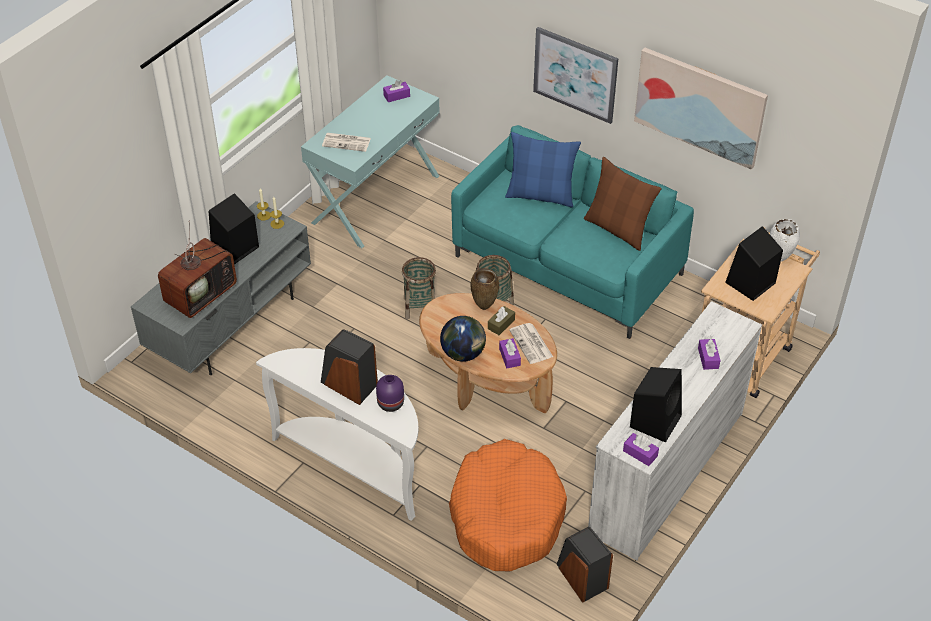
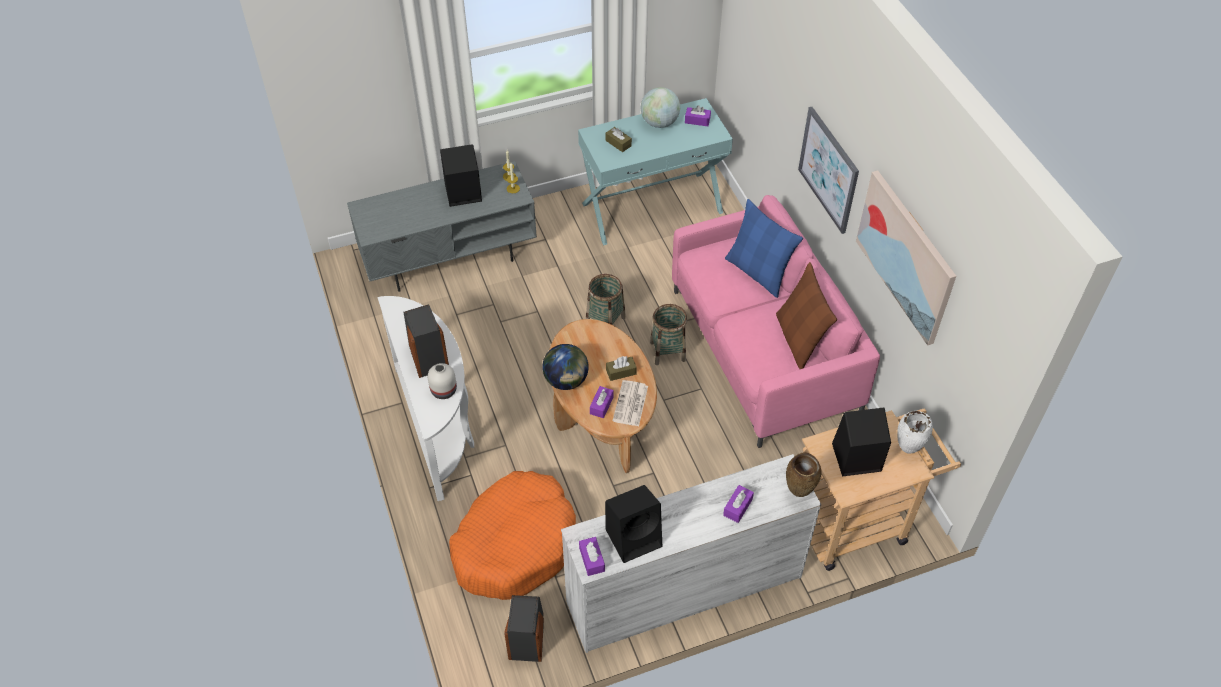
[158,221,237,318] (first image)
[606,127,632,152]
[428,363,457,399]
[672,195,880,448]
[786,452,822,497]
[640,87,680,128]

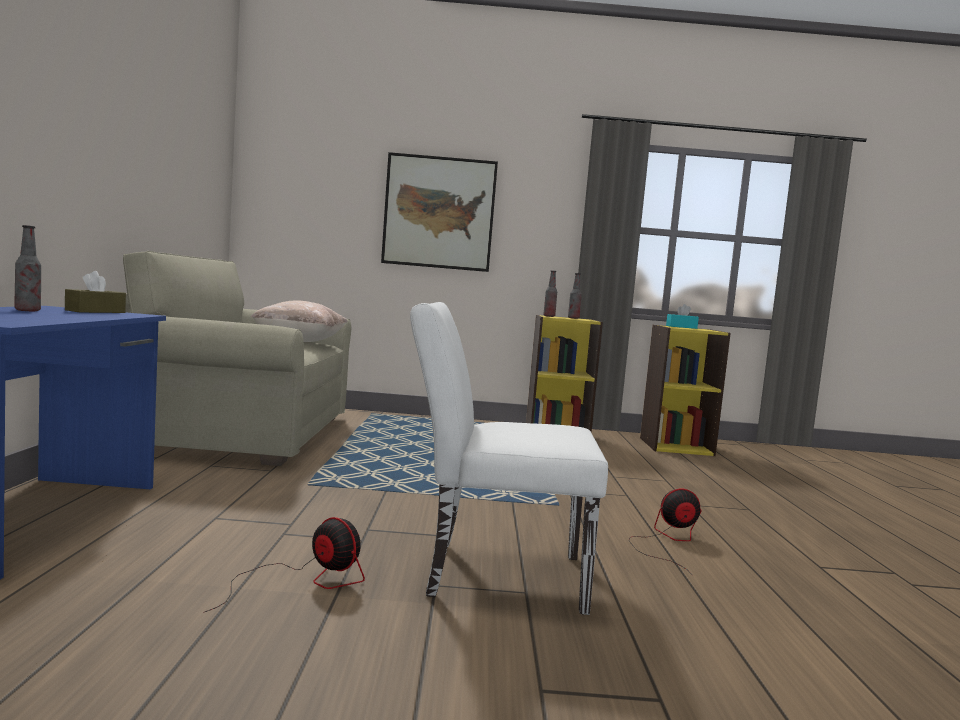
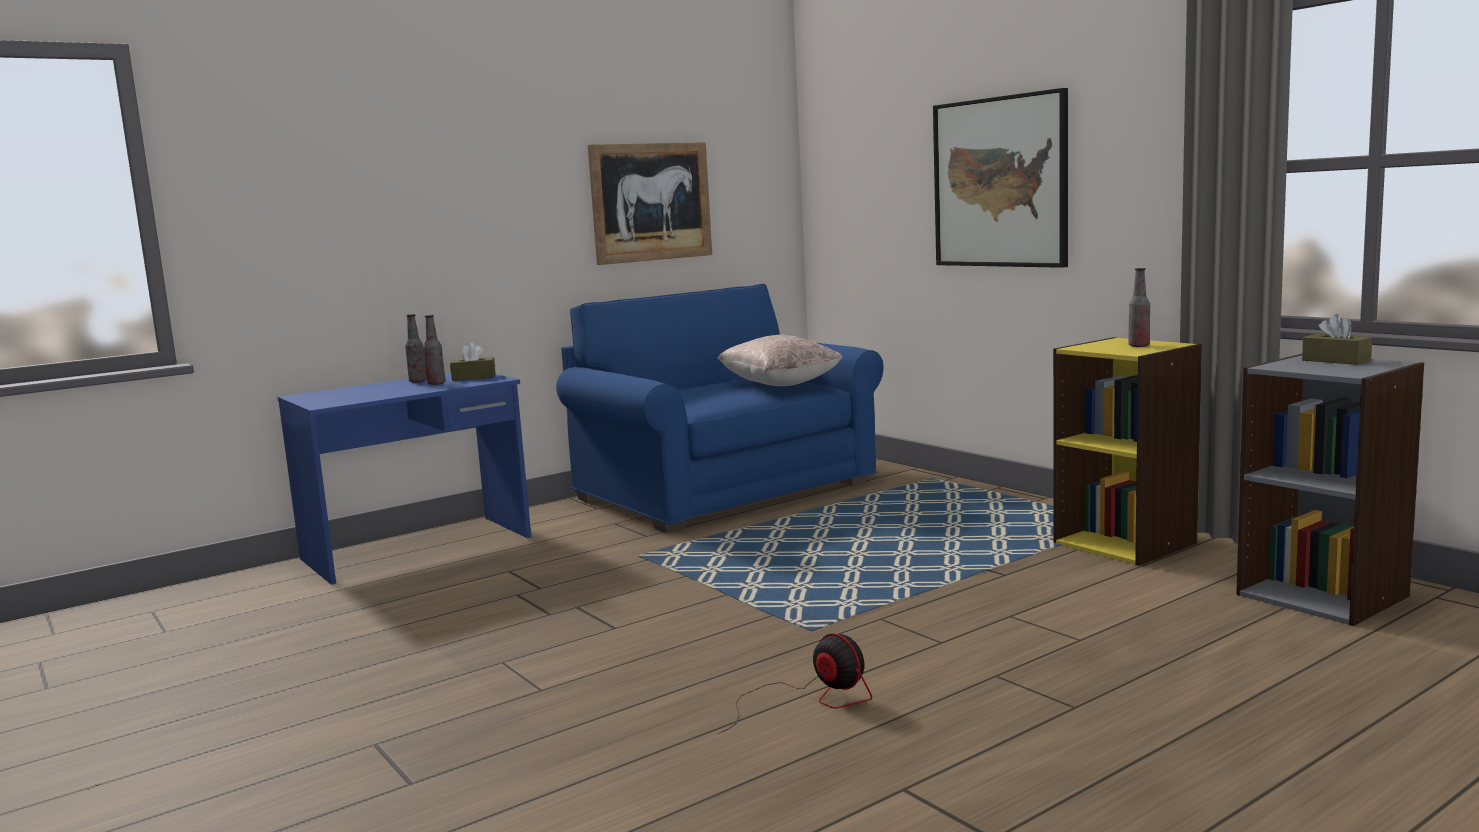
[556,284,883,533]
[203,517,365,613] (first image)
[410,302,608,615] (first image)
[423,315,446,385]
[1236,354,1424,626]
[1302,314,1372,365]
[588,142,712,265]

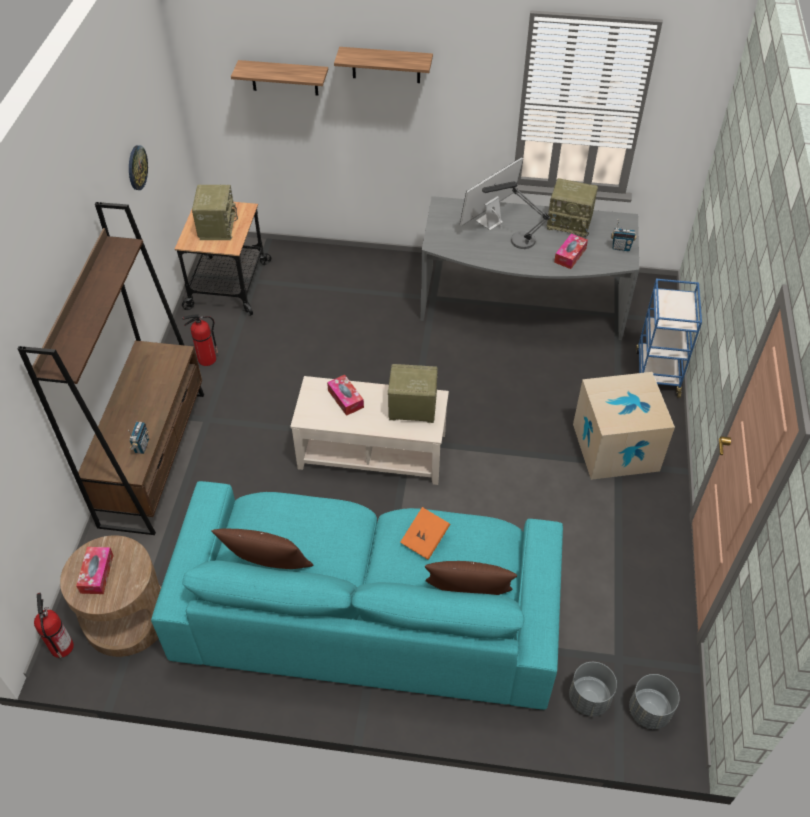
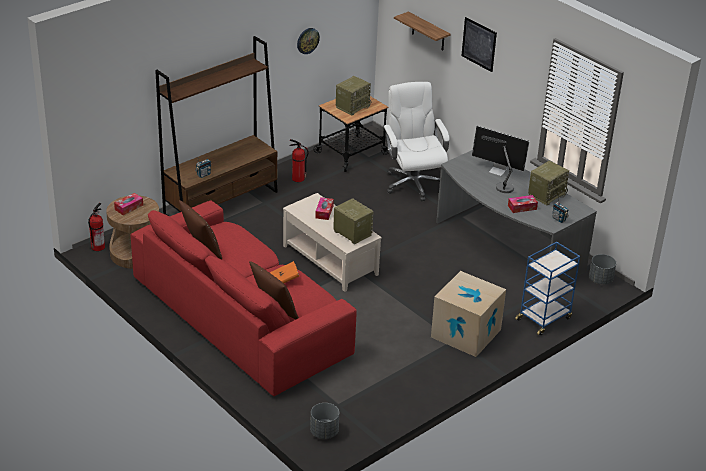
[131,200,357,396]
[461,17,497,72]
[472,126,530,176]
[528,161,569,205]
[589,254,616,284]
[383,82,450,201]

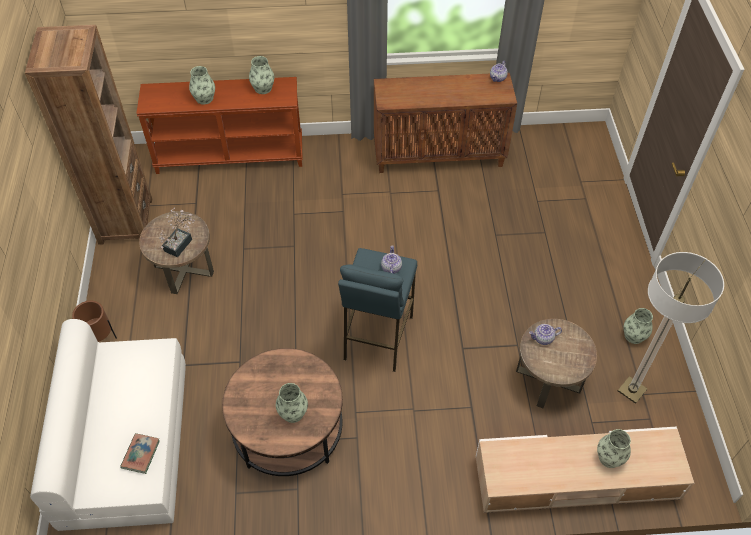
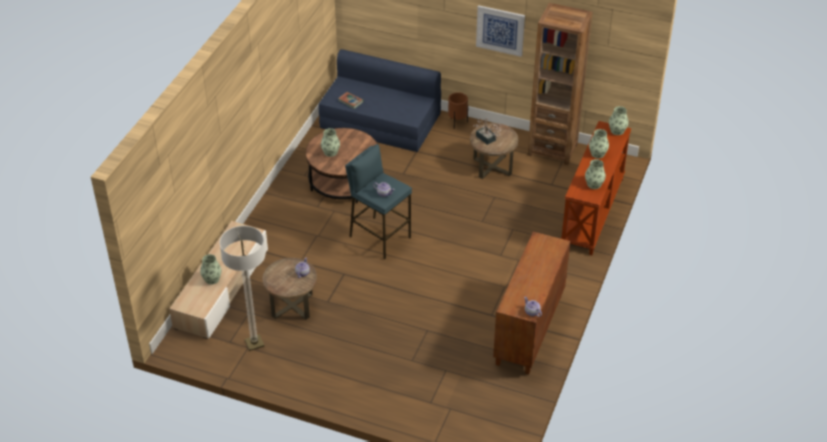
[318,49,441,152]
[609,106,629,135]
[476,5,525,57]

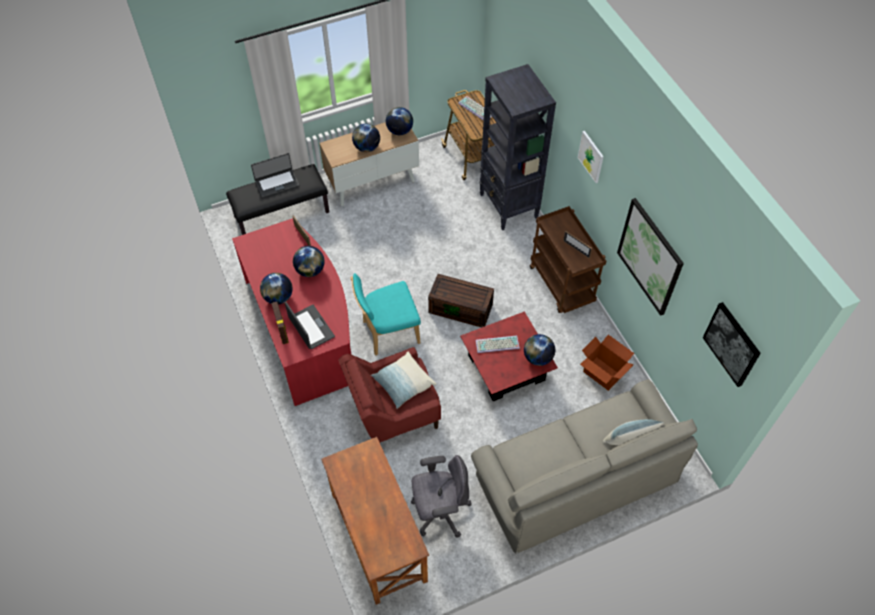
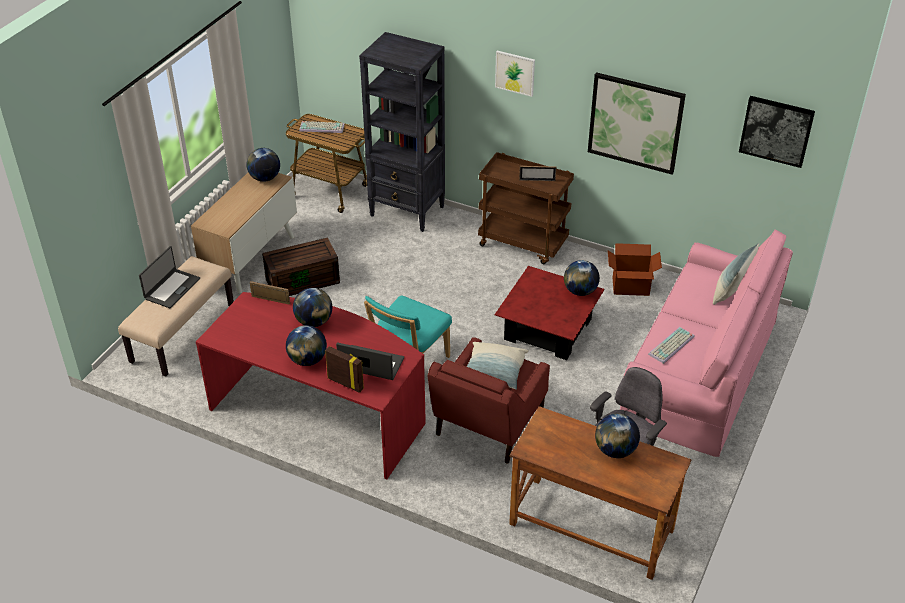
[118,256,234,377]
[595,414,640,458]
[262,237,340,296]
[620,230,793,457]
[648,327,694,364]

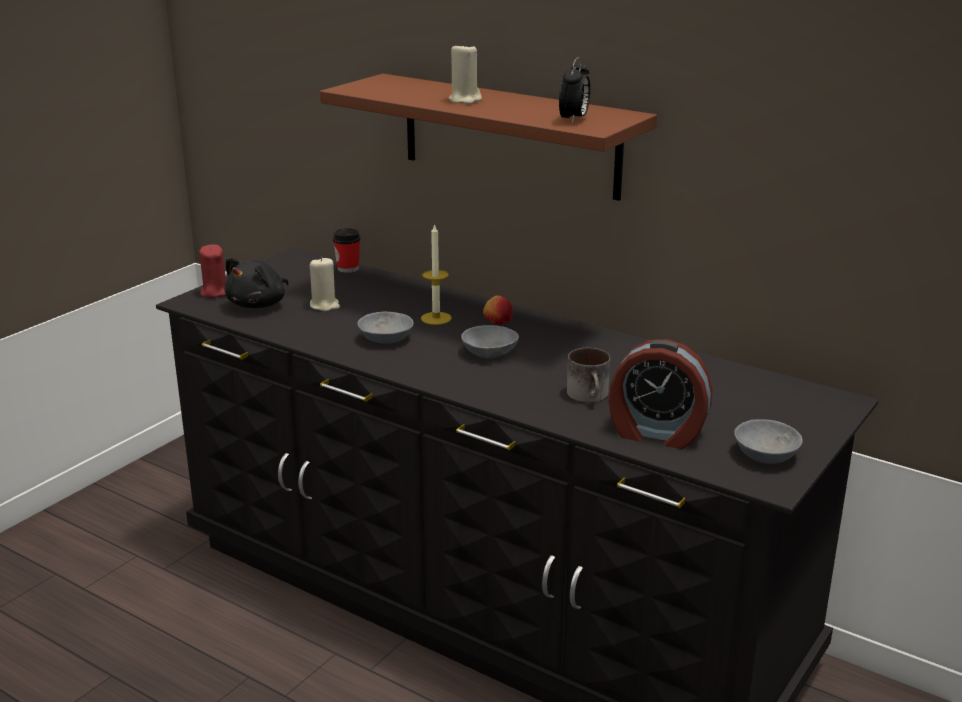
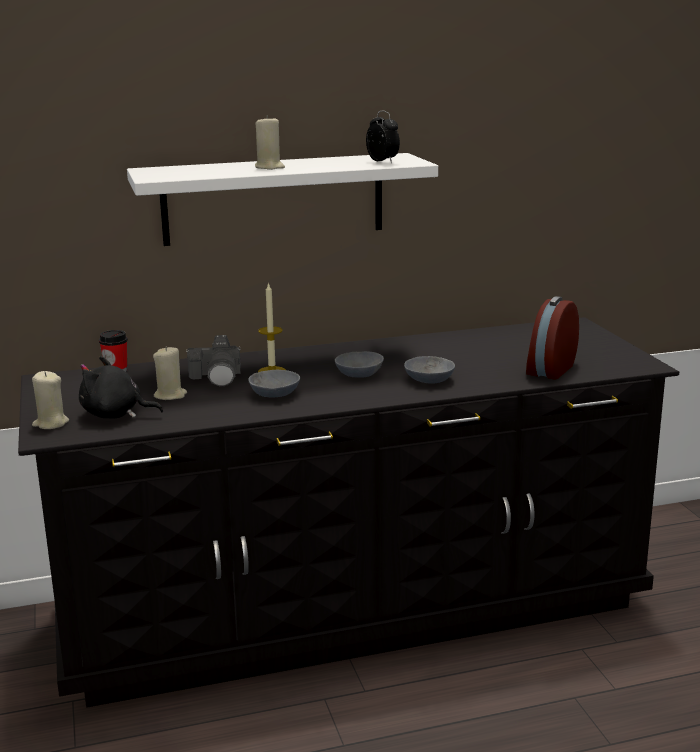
[32,371,69,429]
[79,356,164,419]
[127,153,438,246]
[483,295,513,324] (first image)
[567,348,610,403] (first image)
[526,296,579,379]
[404,356,455,384]
[186,335,241,386]

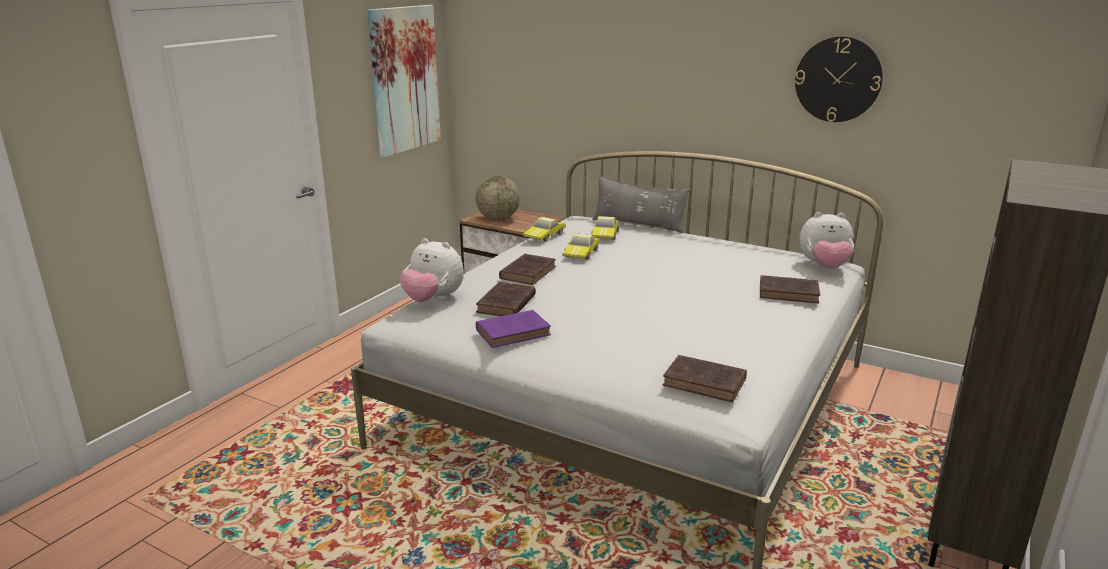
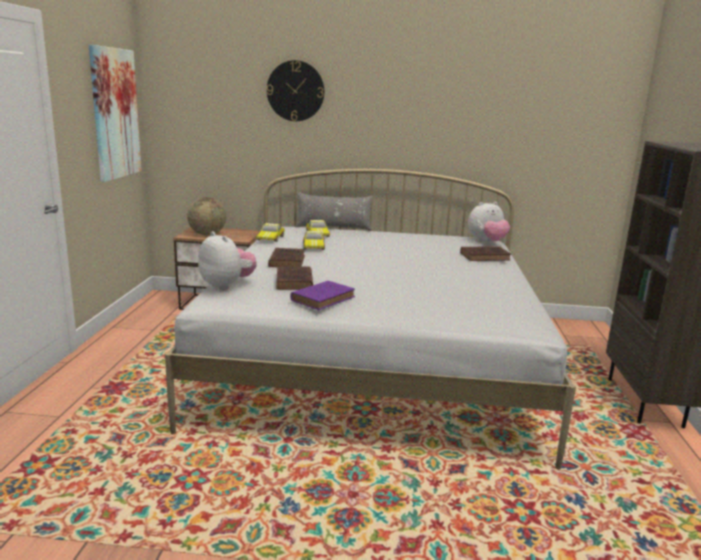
[198,231,257,290]
[663,355,747,402] (first image)
[267,60,324,121]

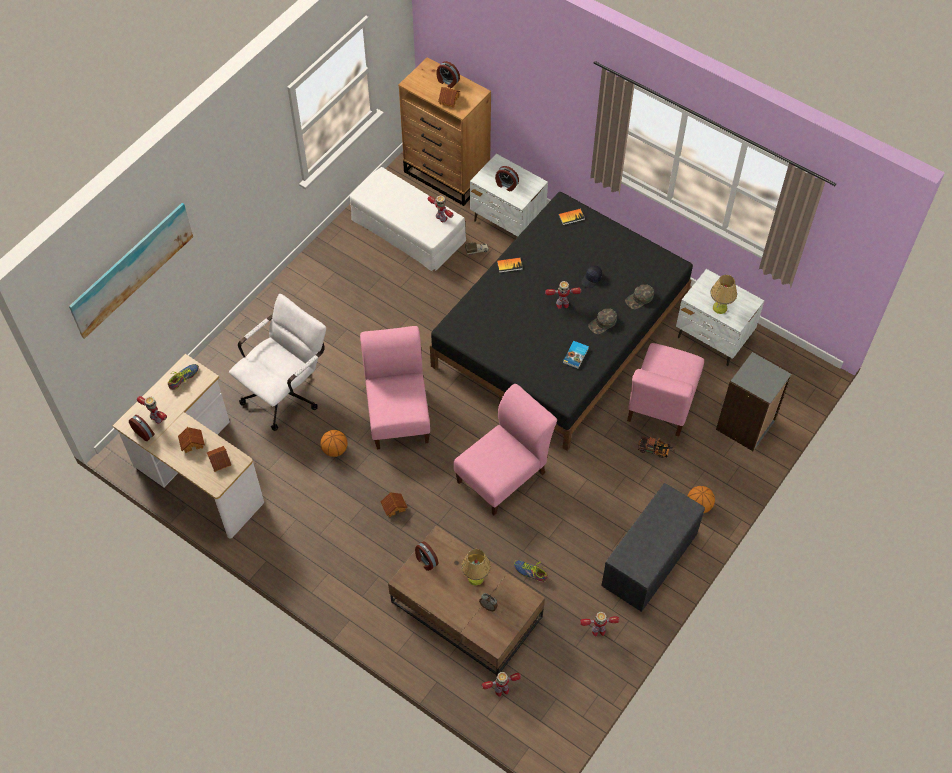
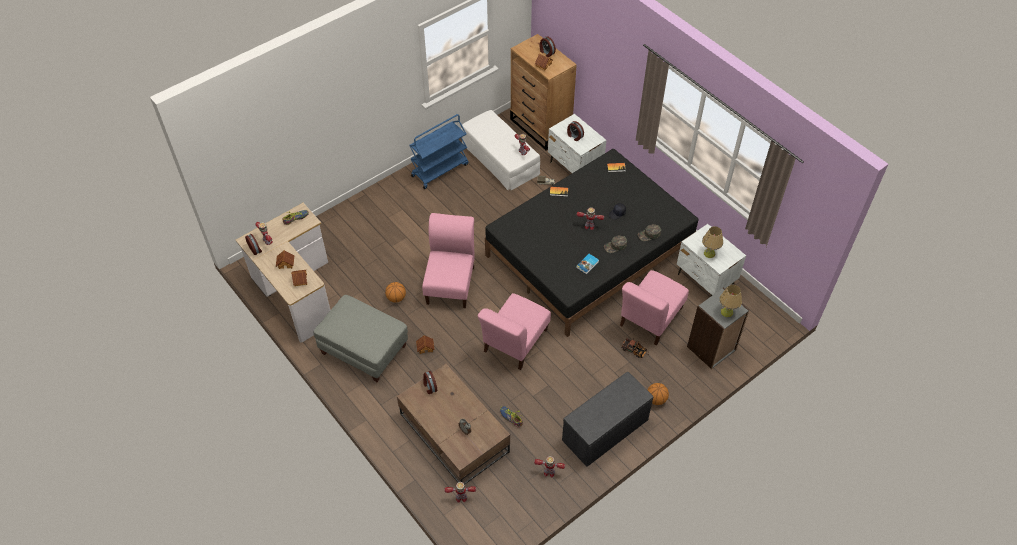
[69,203,193,339] (first image)
[229,294,326,431] (first image)
[478,293,551,370]
[719,285,742,317]
[313,295,408,382]
[409,114,468,189]

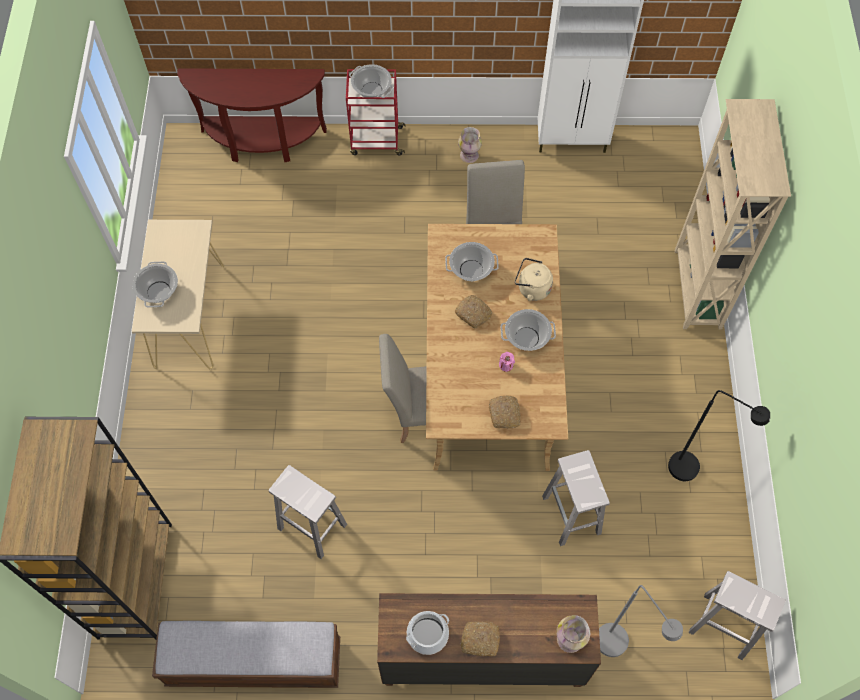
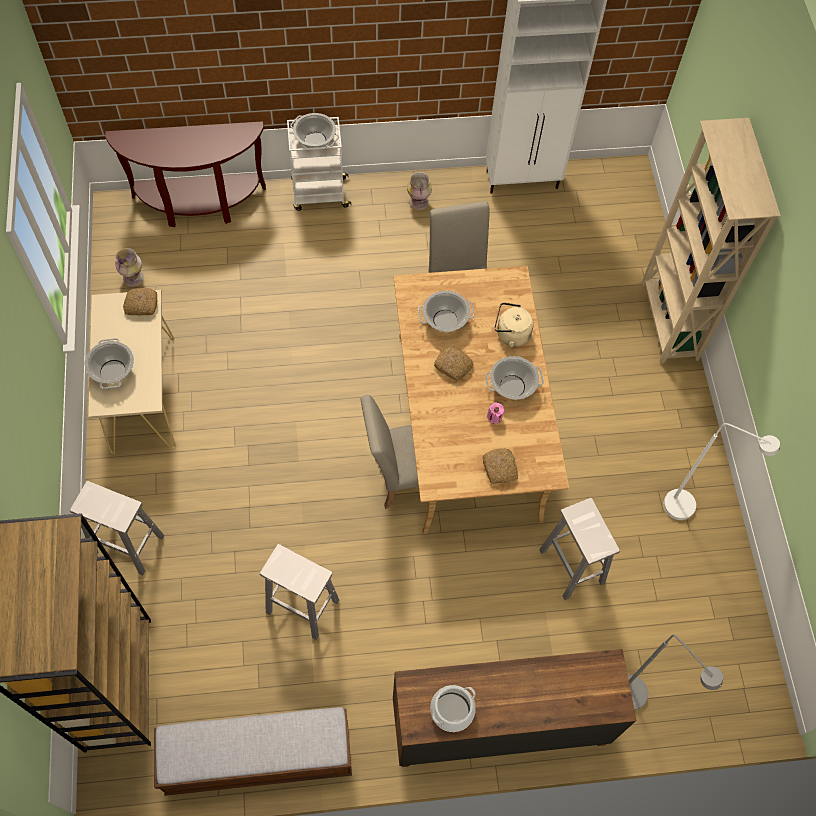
[287,117,351,211]
[123,288,157,315]
[115,248,144,286]
[663,423,780,520]
[70,481,165,575]

